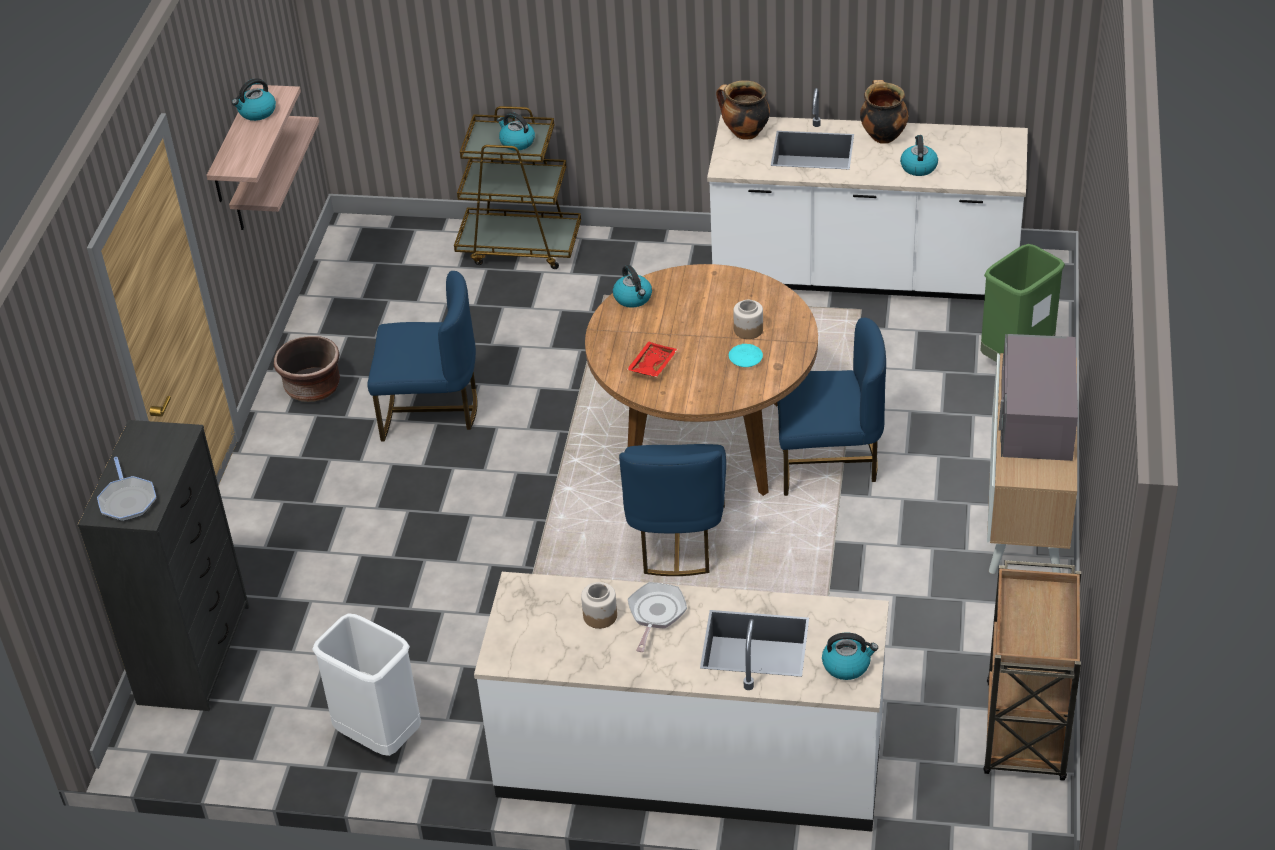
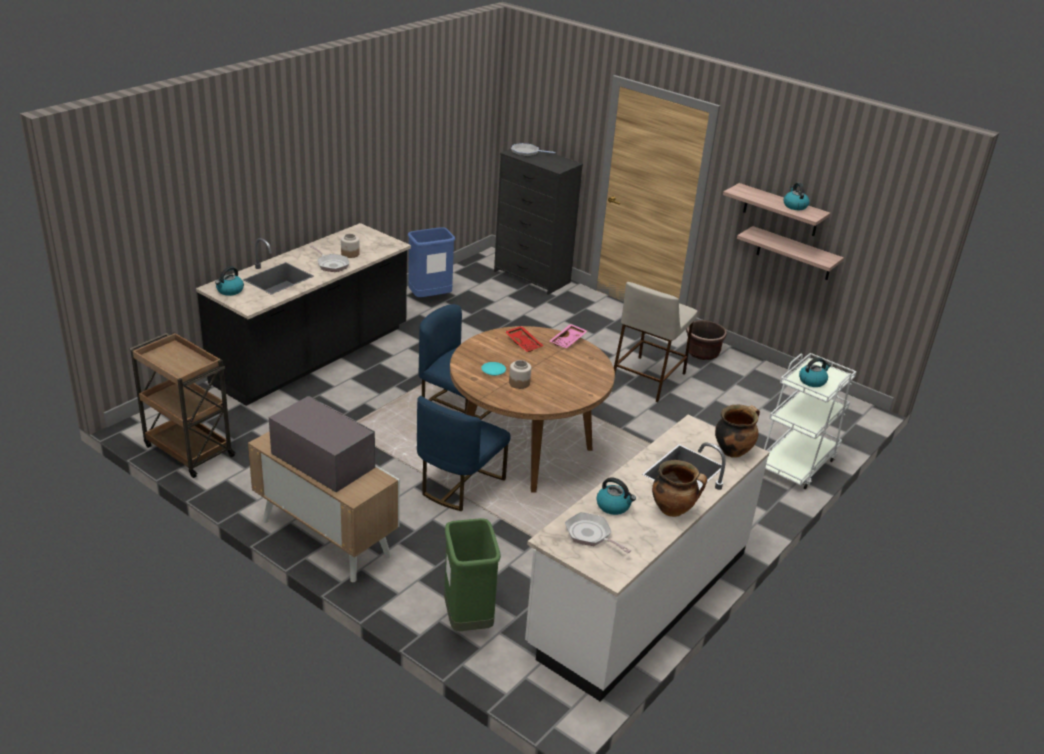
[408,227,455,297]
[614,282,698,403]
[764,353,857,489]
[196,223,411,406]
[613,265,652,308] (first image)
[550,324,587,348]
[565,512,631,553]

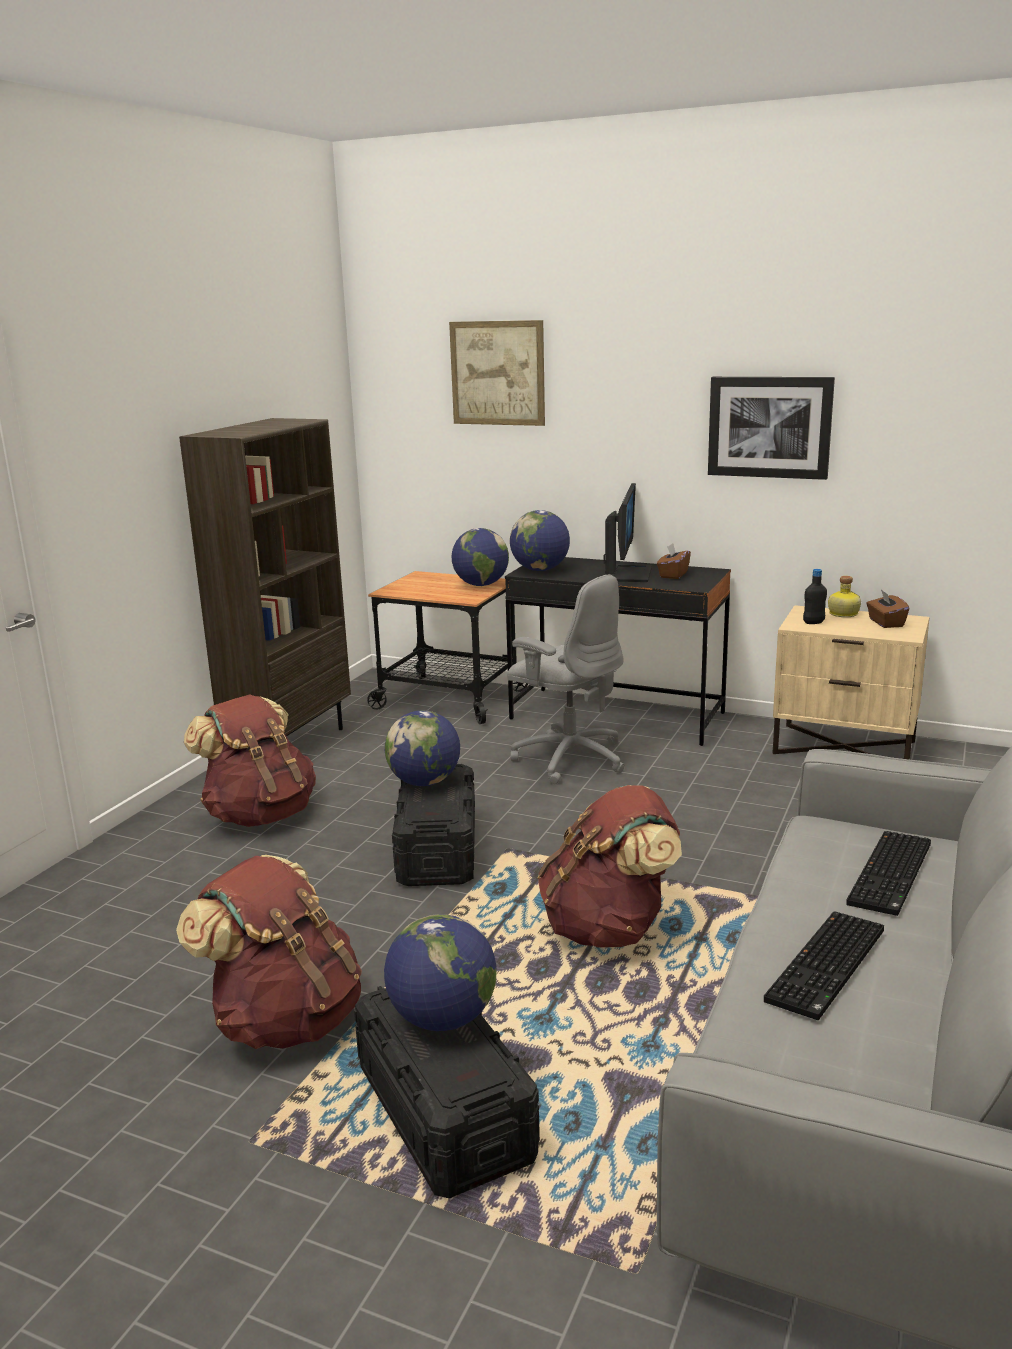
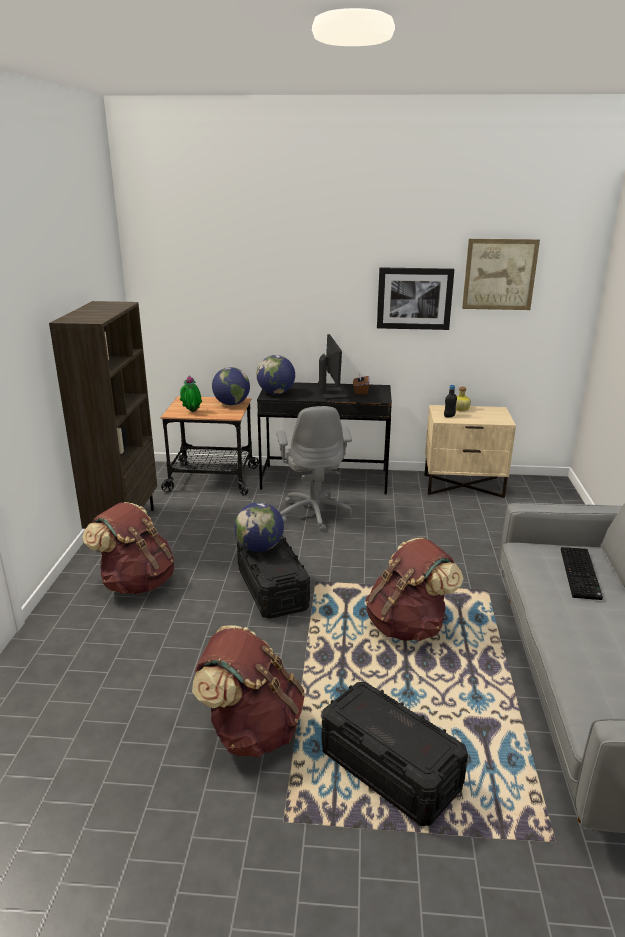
[384,914,497,1031] (first image)
[462,239,540,310]
[276,406,352,532]
[764,911,884,1020] (first image)
[866,590,909,628] (first image)
[180,376,202,412]

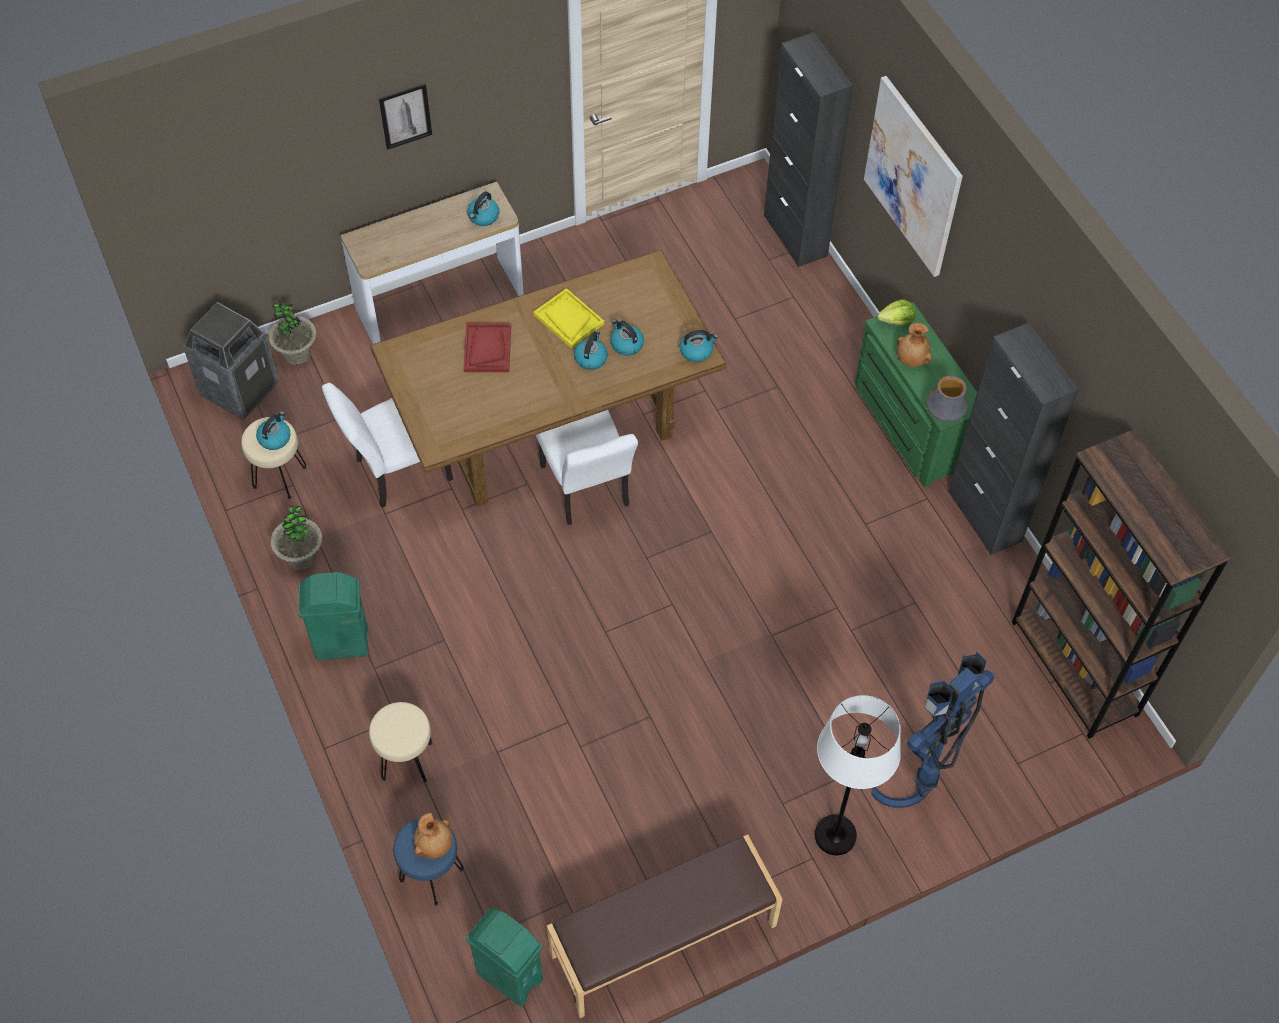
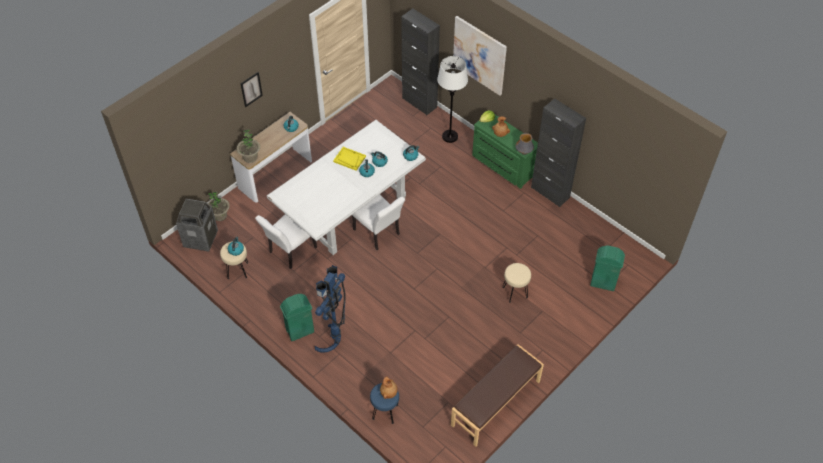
[237,129,260,163]
[503,263,531,303]
[267,120,426,255]
[463,323,511,372] (first image)
[590,246,625,291]
[437,56,468,143]
[315,265,346,353]
[1011,429,1231,739] (first image)

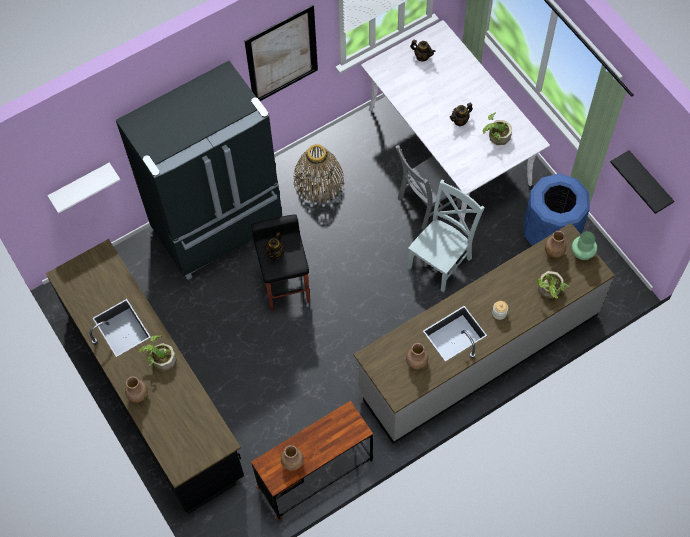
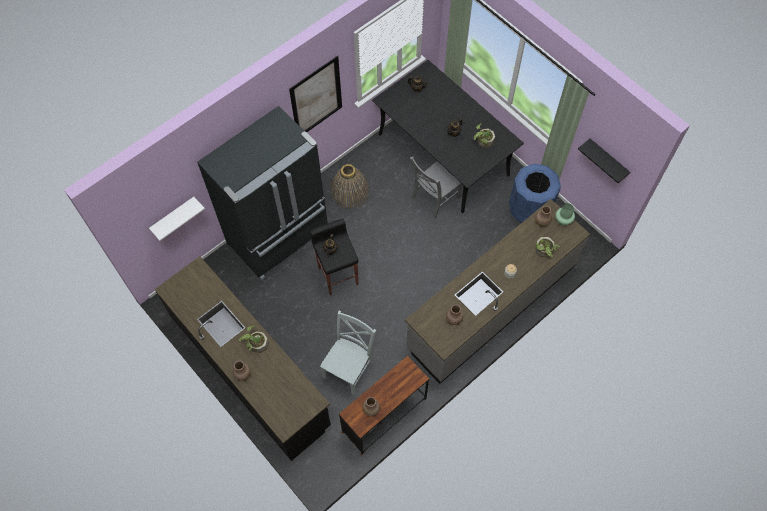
[372,60,524,214]
[320,311,376,395]

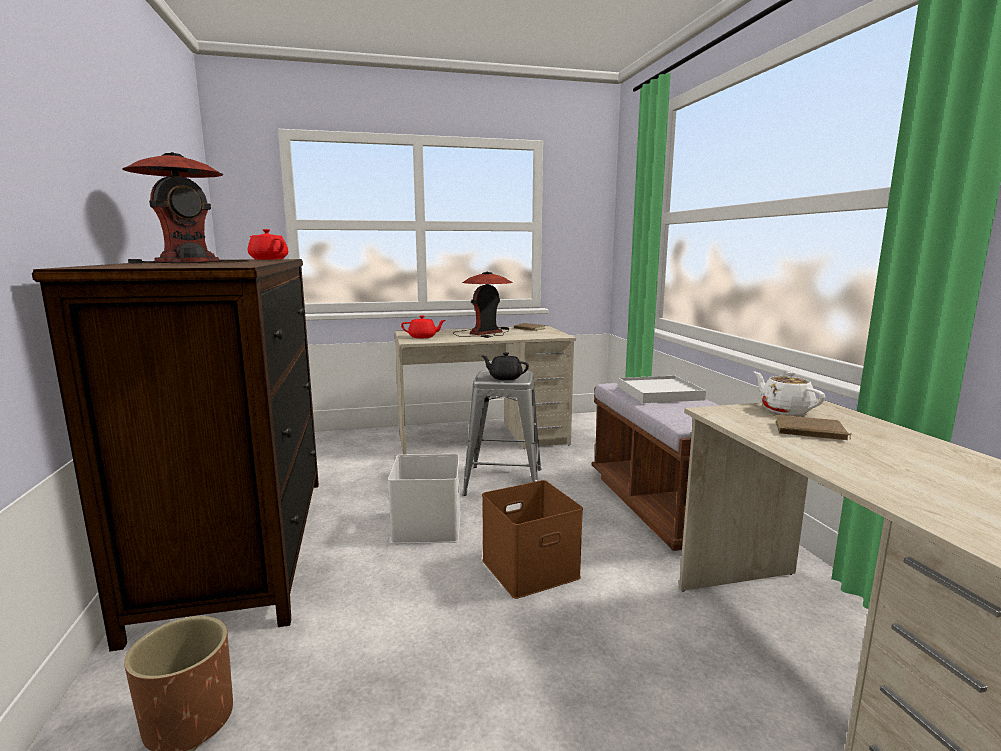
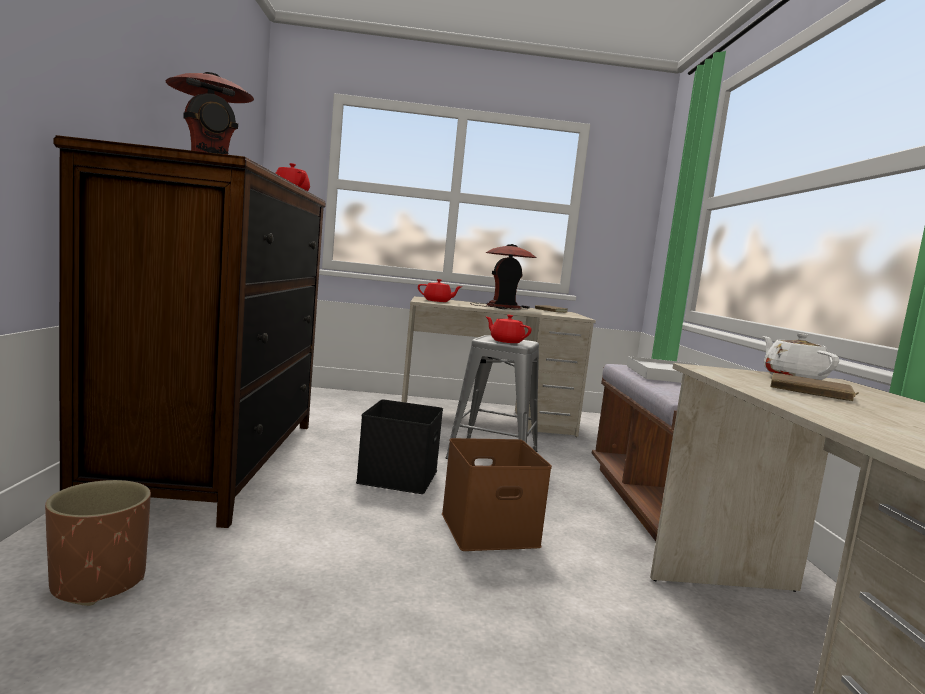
[356,400,443,494]
[486,315,531,343]

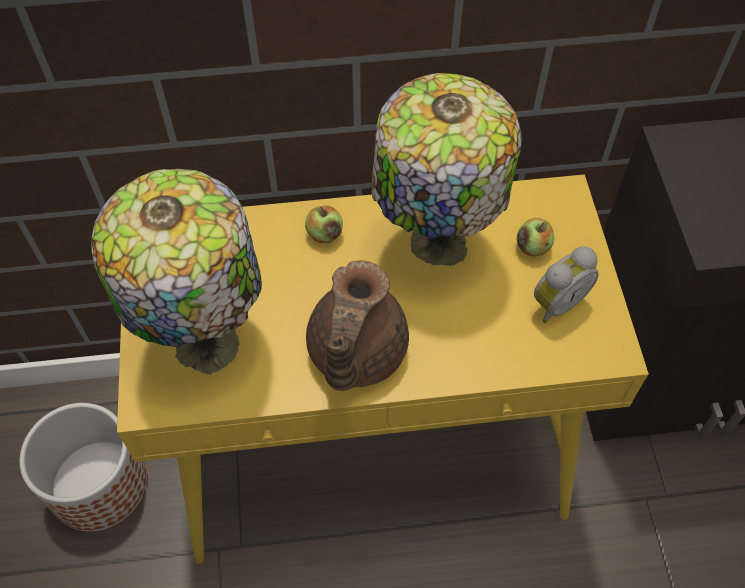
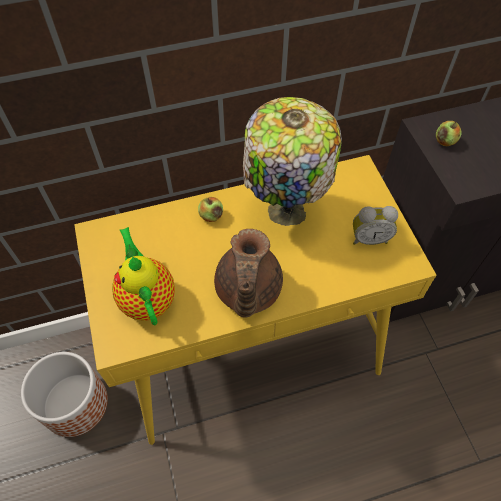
[112,227,175,325]
[436,121,462,146]
[353,206,398,245]

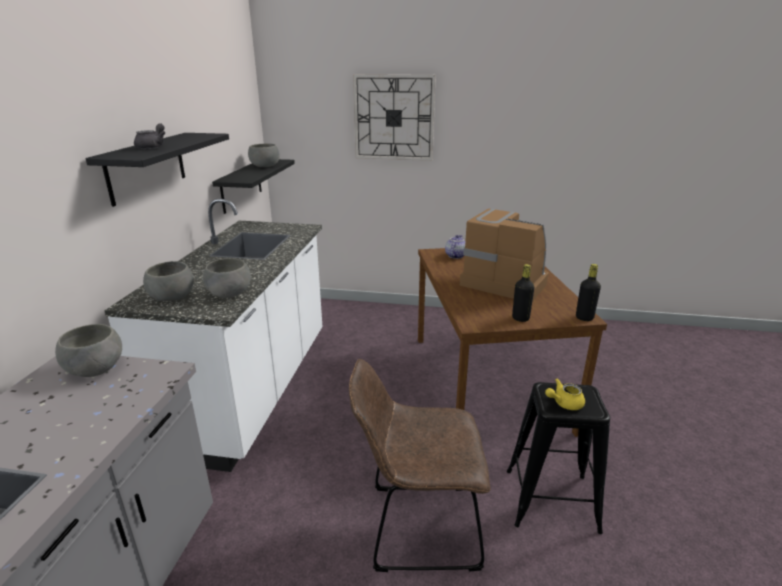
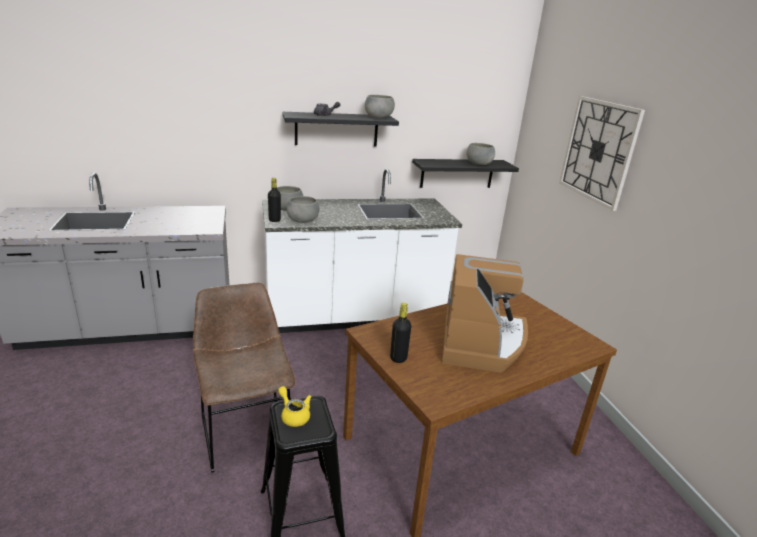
[365,95,395,118]
[445,235,465,259] (first image)
[268,178,281,222]

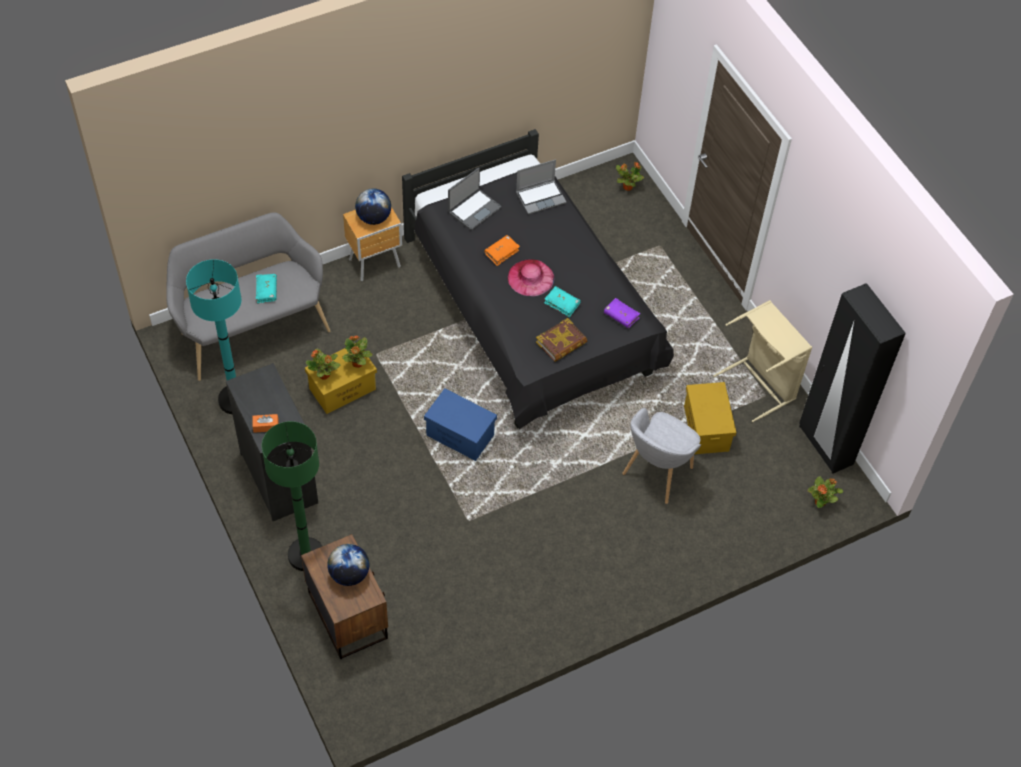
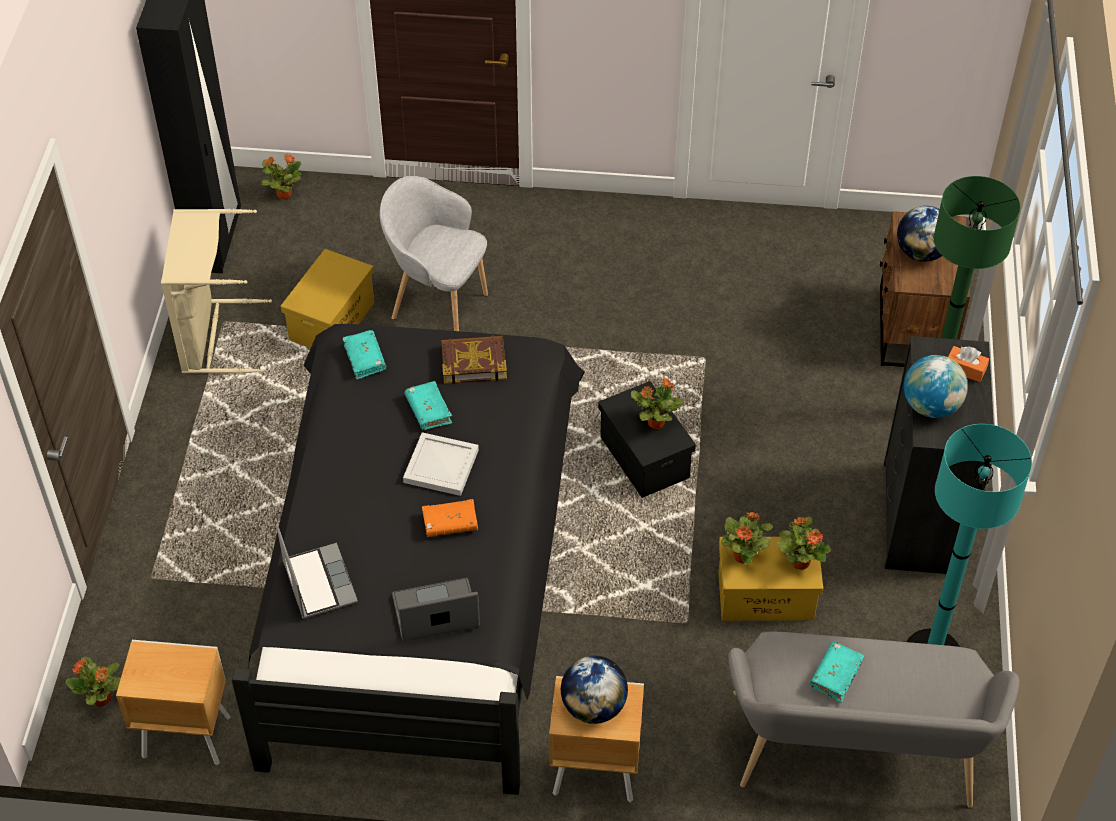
[598,381,696,498]
[403,432,479,496]
[277,526,358,619]
[343,330,386,380]
[380,176,488,331]
[116,640,231,765]
[631,378,684,429]
[904,355,968,418]

